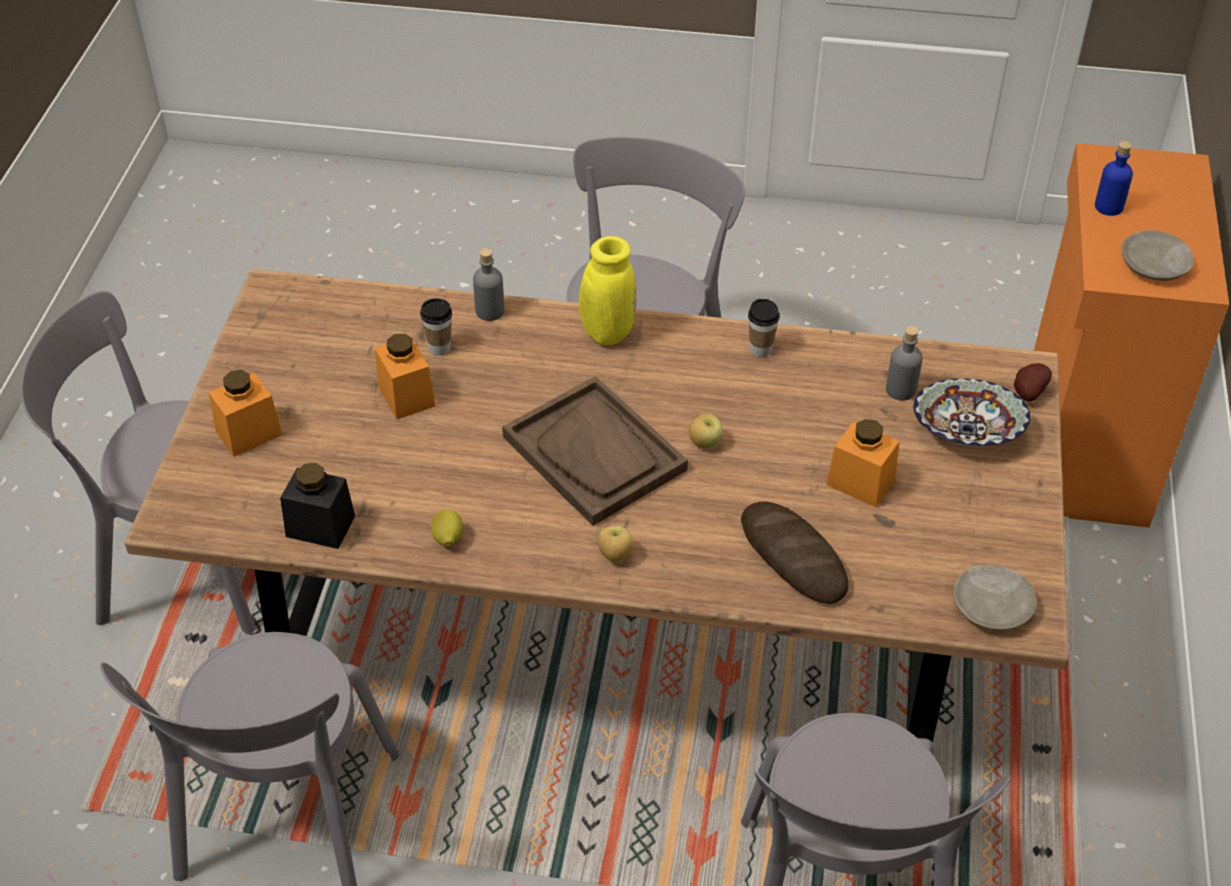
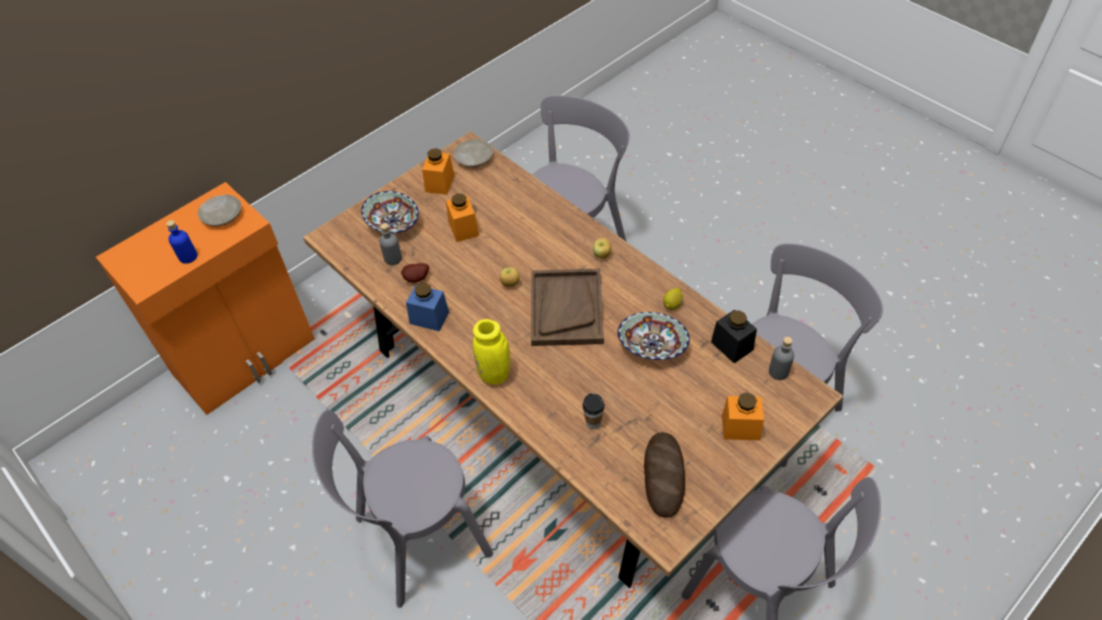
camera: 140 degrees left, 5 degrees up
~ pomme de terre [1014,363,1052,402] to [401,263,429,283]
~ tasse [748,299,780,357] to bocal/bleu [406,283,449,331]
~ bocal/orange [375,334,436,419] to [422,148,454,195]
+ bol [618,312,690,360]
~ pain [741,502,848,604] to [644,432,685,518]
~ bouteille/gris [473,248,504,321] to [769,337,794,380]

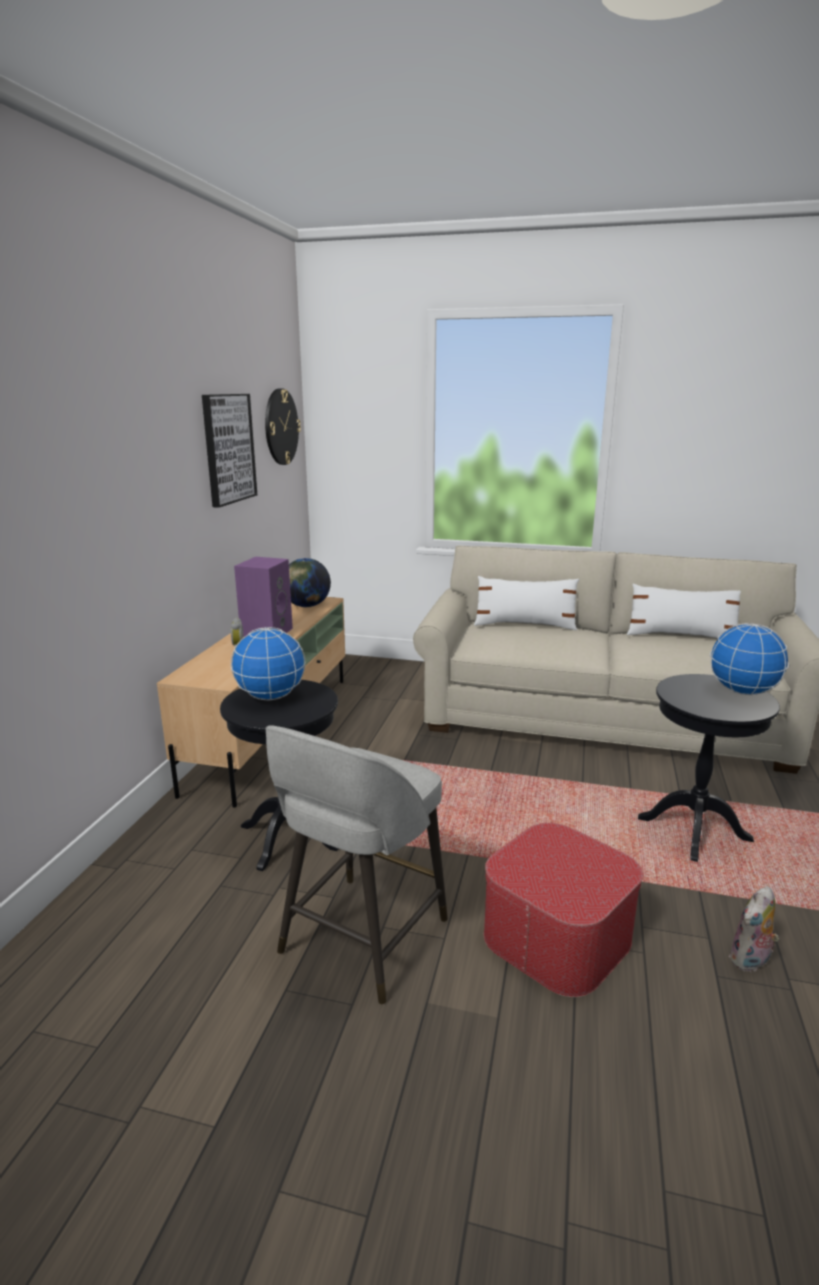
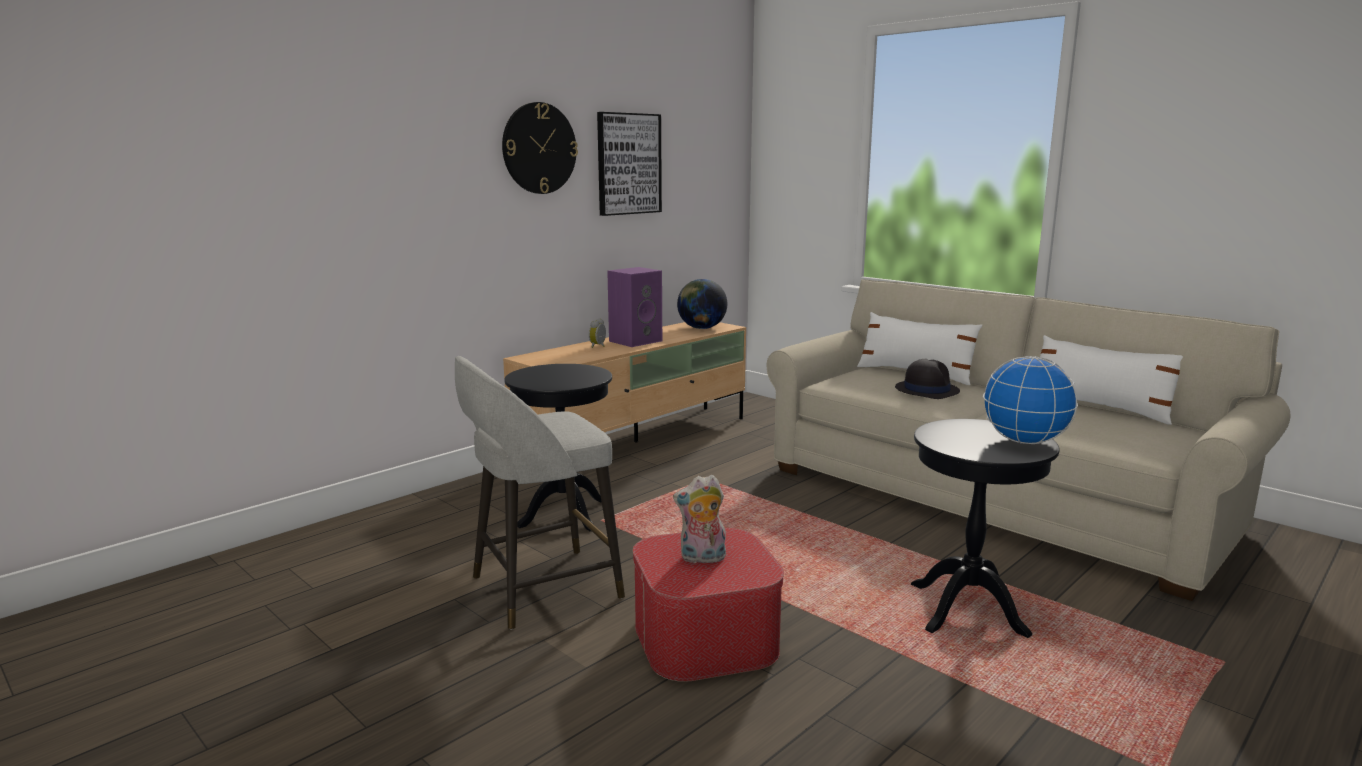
camera: 30 degrees right, 5 degrees down
~ horloge murale [265,388,301,465] to [502,102,578,194]
~ peluche [729,886,779,972] to [673,475,726,564]
+ chapeau/noir [895,359,960,399]
- globe [231,627,305,700]

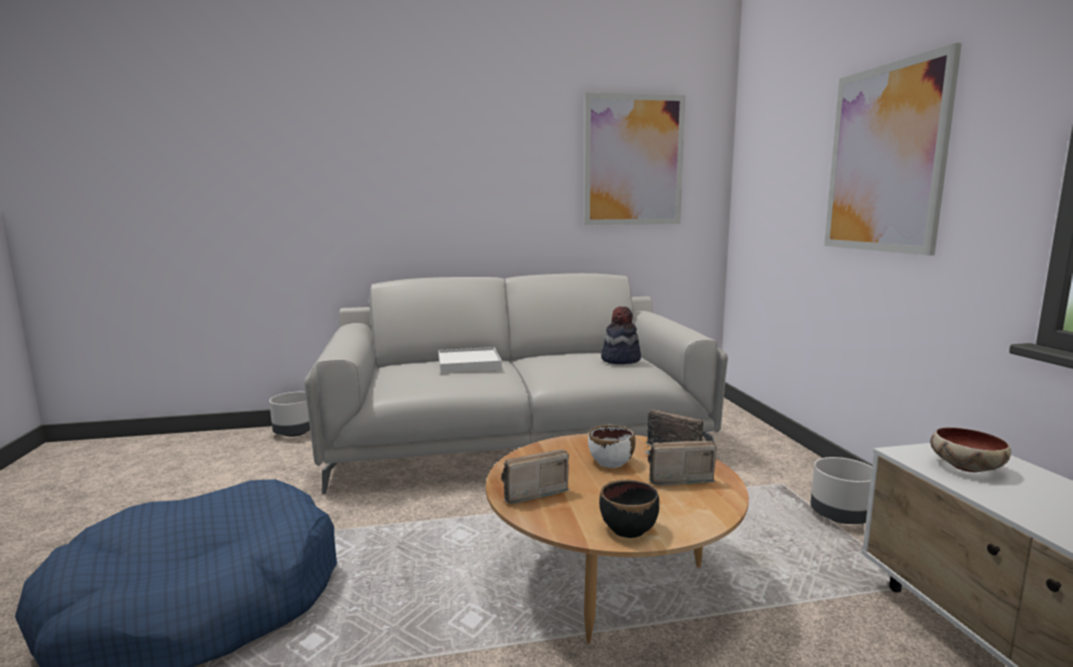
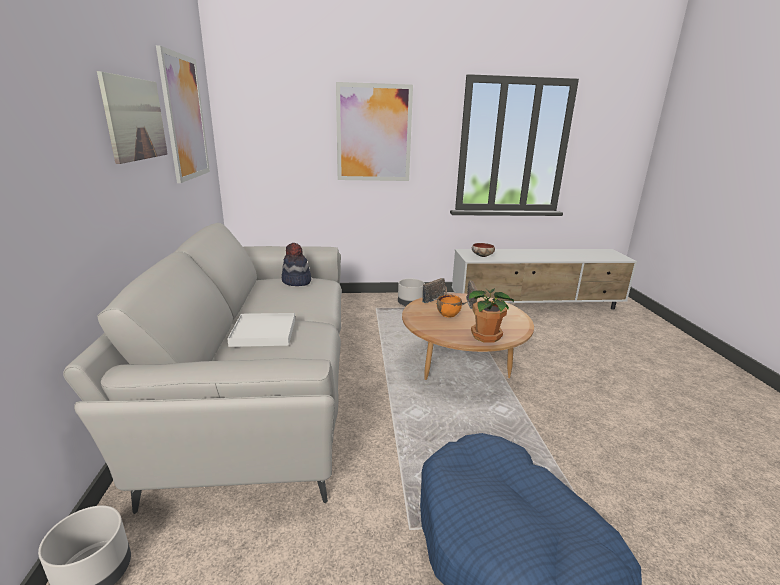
camera: 85 degrees left, 10 degrees up
+ tableau [97,71,168,164]
~ bol/blanc [588,425,636,468] to bol/orange [437,294,462,318]
~ radio [501,449,570,504] to plante en pot [469,288,514,343]
- bol/noir [599,480,659,538]

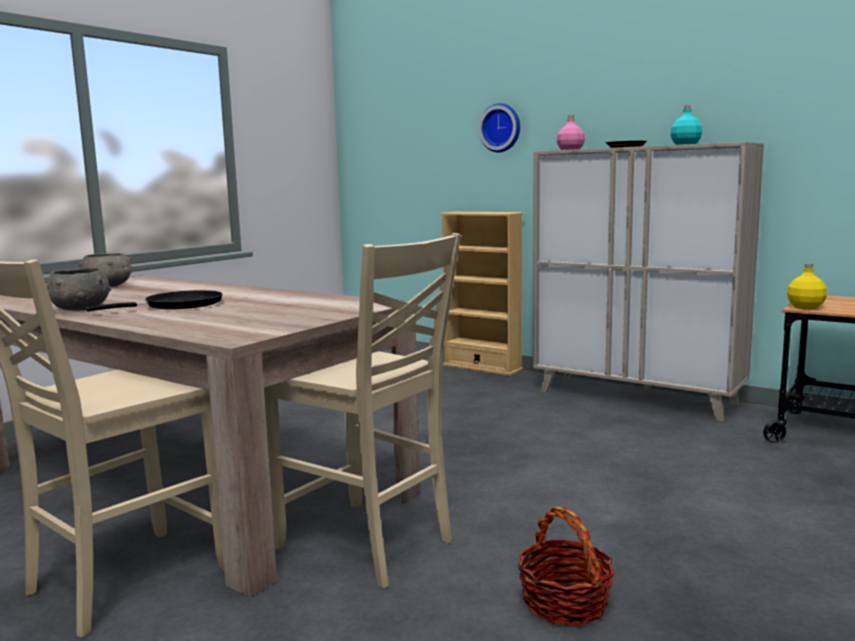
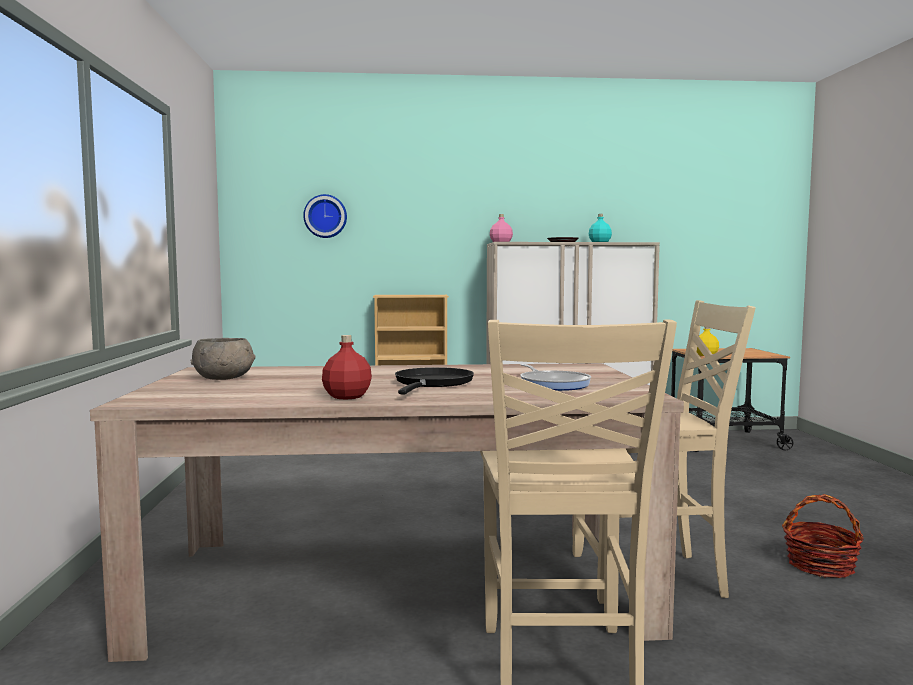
camera: 40 degrees left, 5 degrees down
~ horloge murale [479,103,520,152] to [303,194,347,238]
~ bol/gris [46,268,111,311] to bouteille/rouge [322,335,372,399]
+ poêle [520,364,591,391]

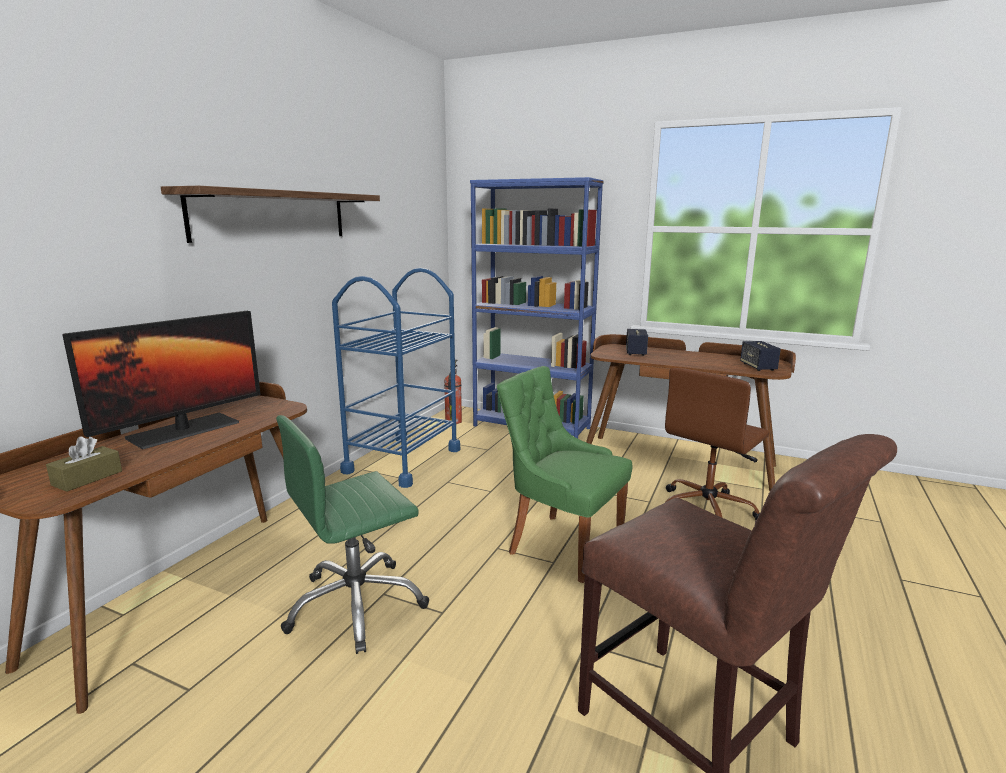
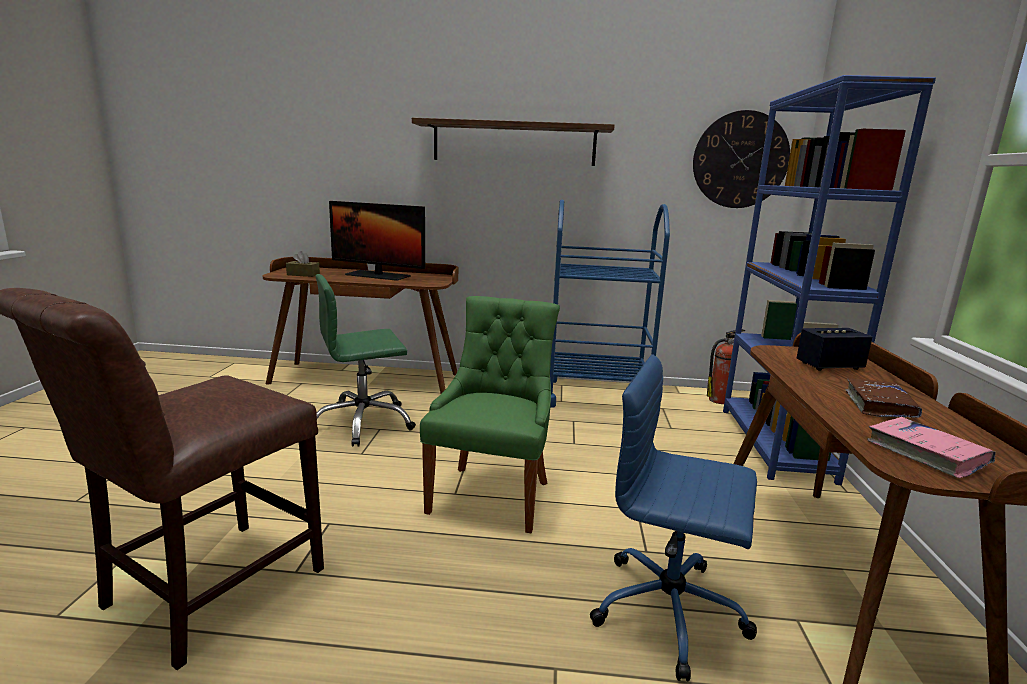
camera: 70 degrees right, 0 degrees up
~ chaise de bureau/vert [276,415,429,654] = [316,274,416,447] 60 degrees counterclockwise
~ chaise de bureau/marron [665,368,769,520] to chaise de bureau/bleu [590,354,757,682]
+ horloge murale [693,110,790,208]
+ livre/marron [845,378,922,418]
~ enceinte [740,341,781,371] to livre/rose [867,417,996,478]

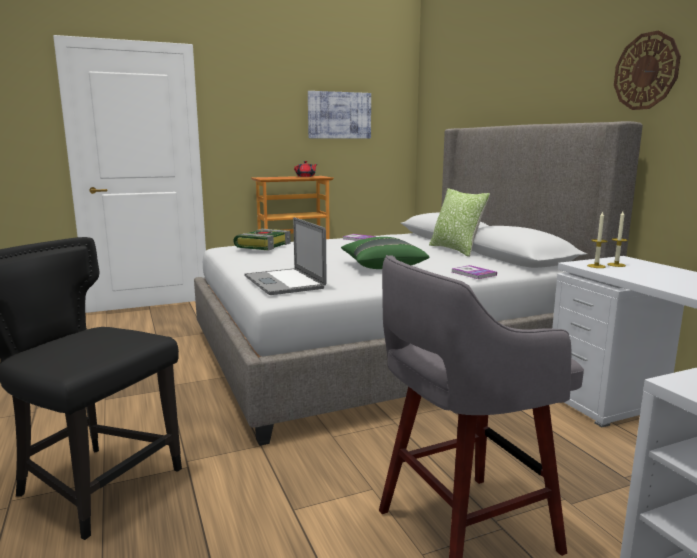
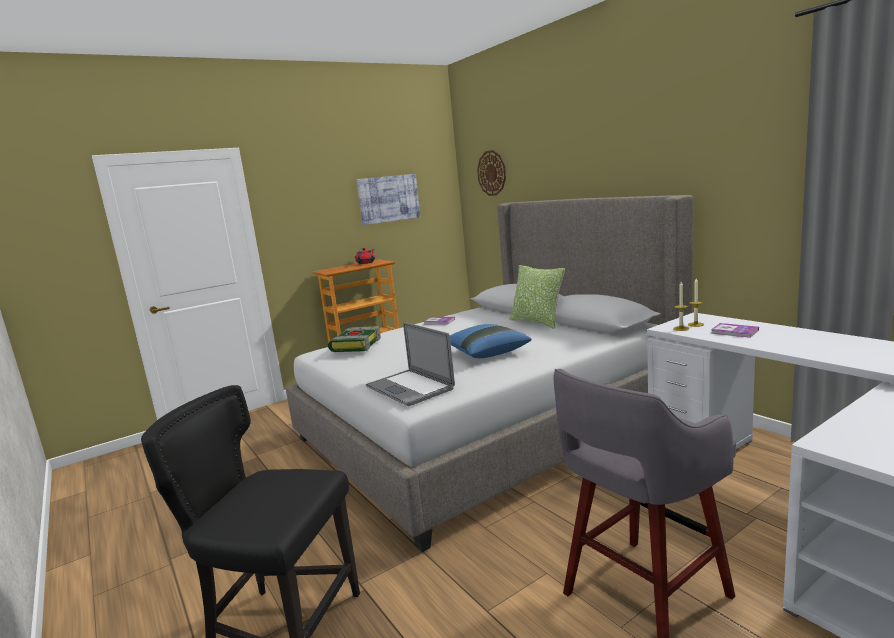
camera: 10 degrees left, 0 degrees up
~ coussin/vert [341,237,429,269] to coussin/bleu [450,324,532,358]
~ horloge murale [614,30,681,110] to [477,150,506,196]
~ livre [452,265,497,279] to [711,323,759,338]

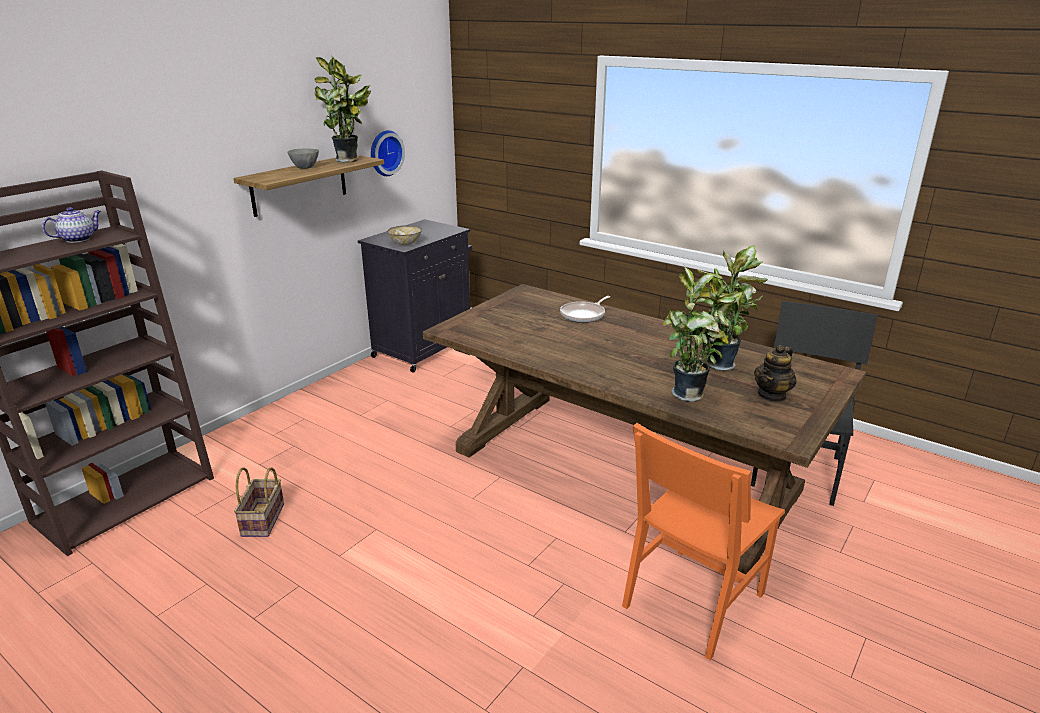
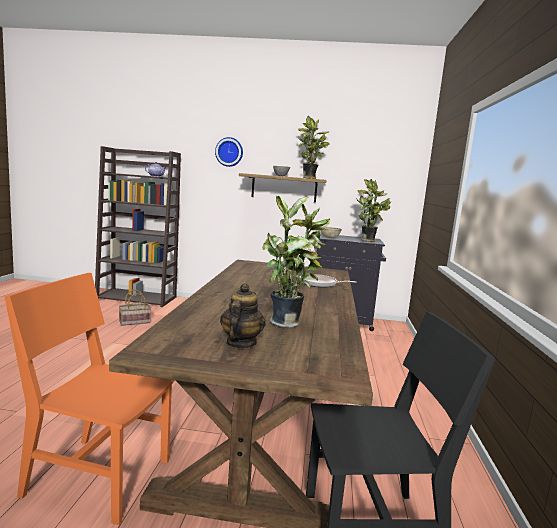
camera: 60 degrees right, 15 degrees down
~ horloge murale [371,130,405,176] to [215,137,243,167]
~ théière [754,345,796,402] = [220,283,266,348] 90 degrees clockwise
~ plante en pot [663,265,742,402] to [356,179,391,242]

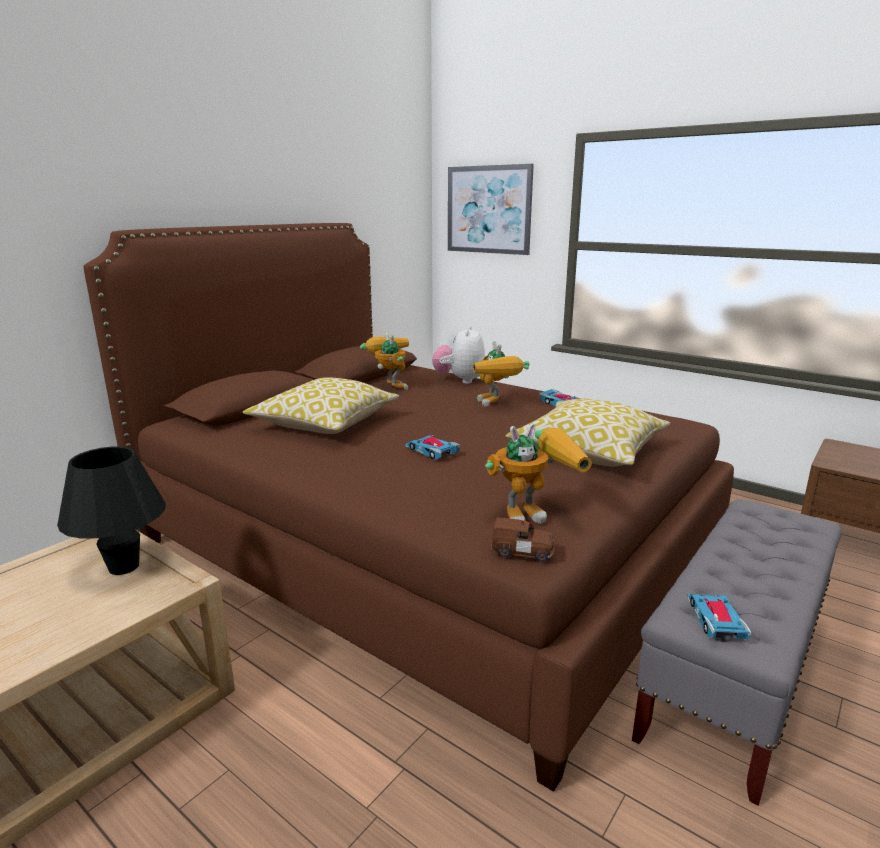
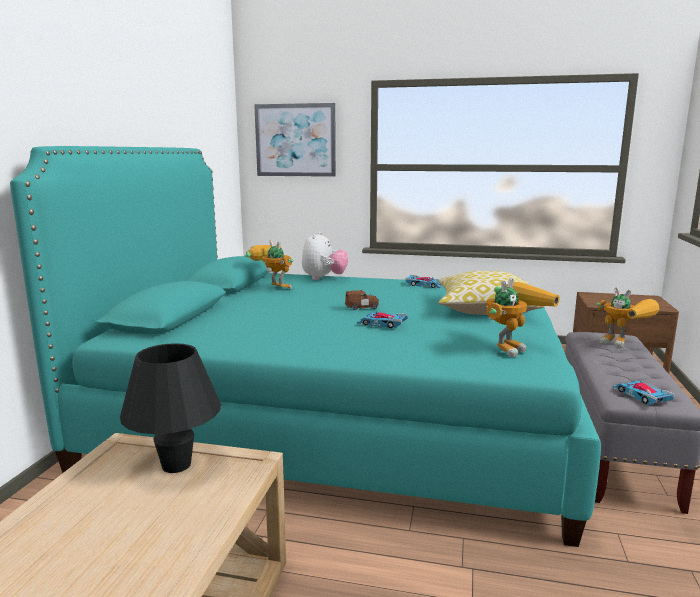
camera: 25 degrees left, 5 degrees down
~ lit/marron [83,223,734,792] to lit/turquoise [10,146,601,547]
~ peluche [432,326,485,384] = [302,232,348,280] 150 degrees counterclockwise
~ petite voiture/marron [491,518,554,562] to [345,289,379,310]
~ robot jouet [473,341,529,406] to [596,287,659,348]
- coussin [243,377,399,434]

